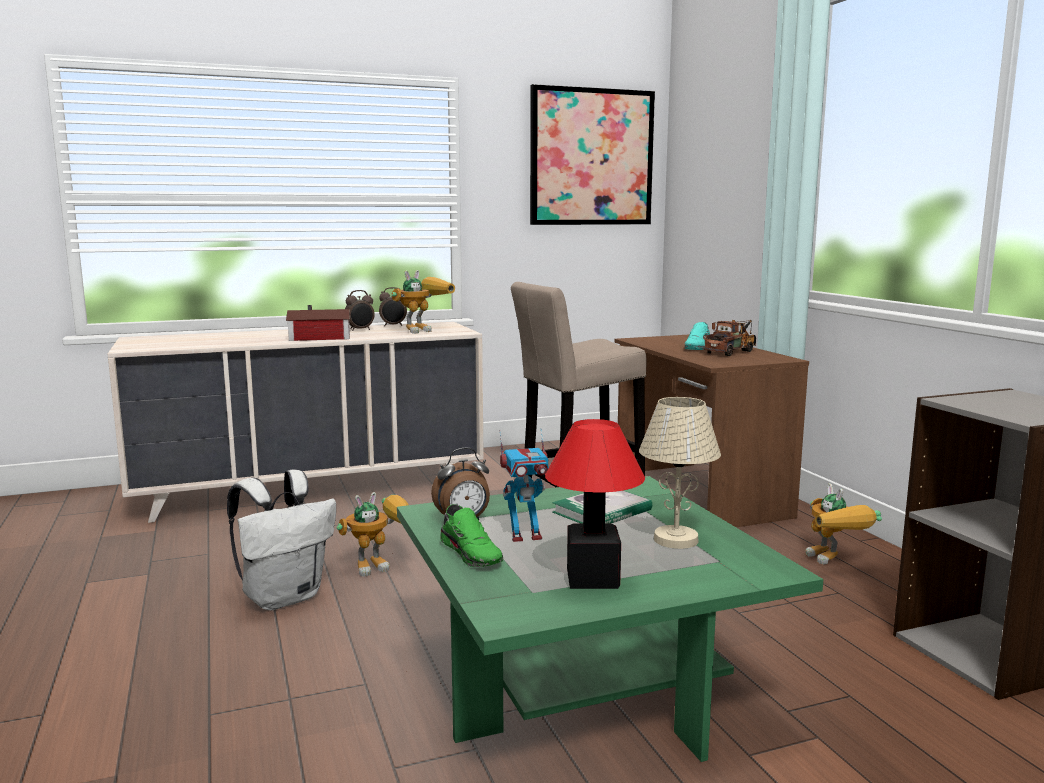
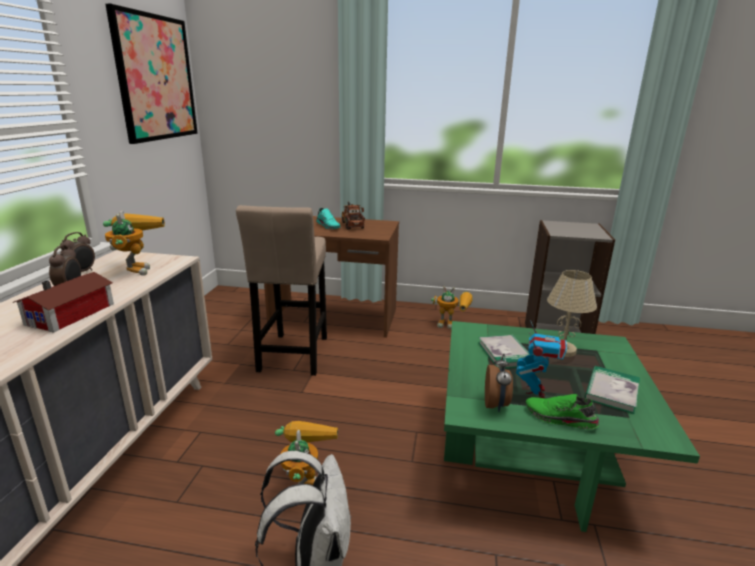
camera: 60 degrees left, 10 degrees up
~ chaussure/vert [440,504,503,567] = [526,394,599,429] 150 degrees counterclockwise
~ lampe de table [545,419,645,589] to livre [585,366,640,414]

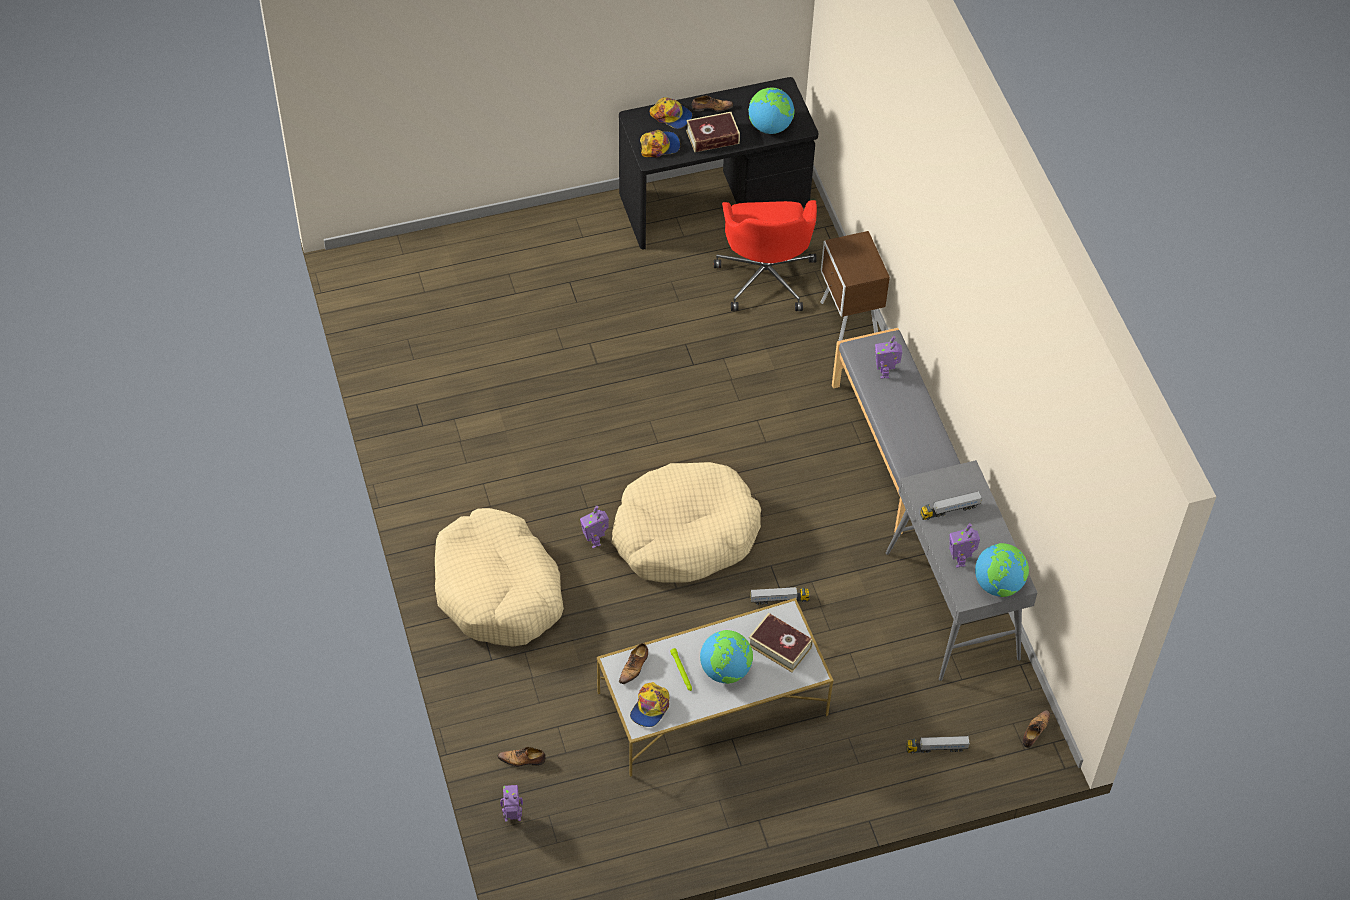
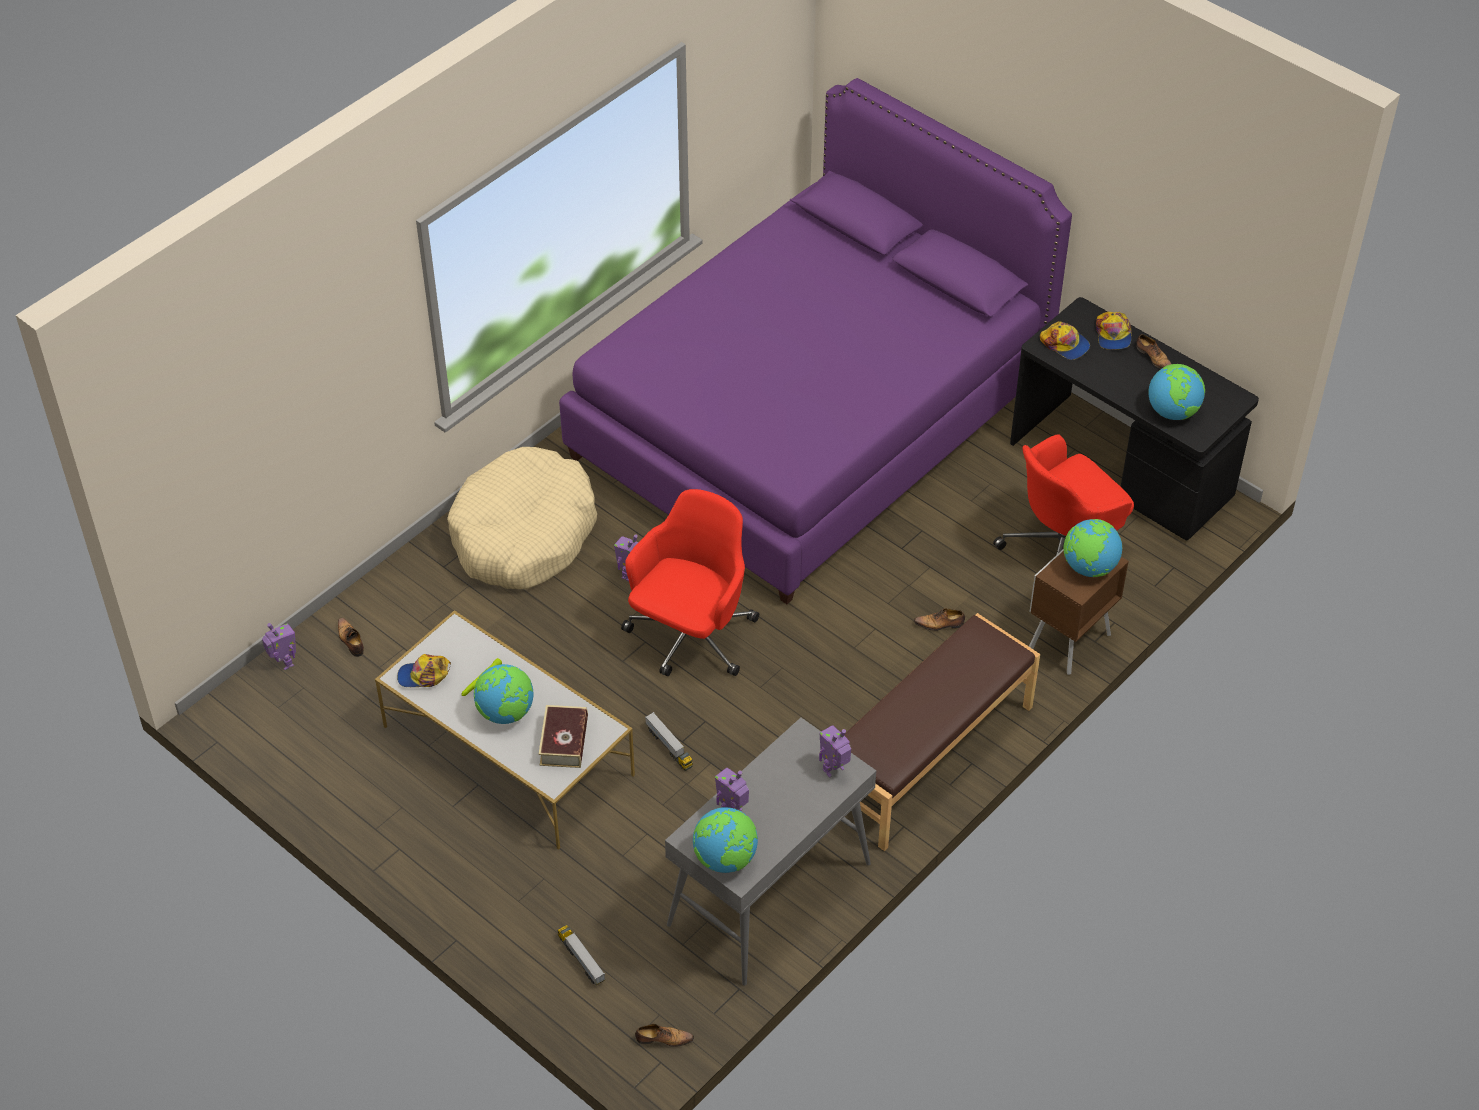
camera: 60 degrees right, 5 degrees down
+ lit/violet [559,78,1072,604]
~ panier pour chien/beige [612,462,761,583] to chaise de bureau/rouge [621,489,759,676]
~ robot jouet [875,336,902,378] to [819,725,851,777]
~ banc/gris [832,328,960,534] to banc/marron [844,613,1040,851]
~ chaussure [619,643,648,684] to [914,608,965,631]
+ globe [1064,519,1122,577]
- livre [686,112,740,152]
- camion jouet [920,491,982,520]

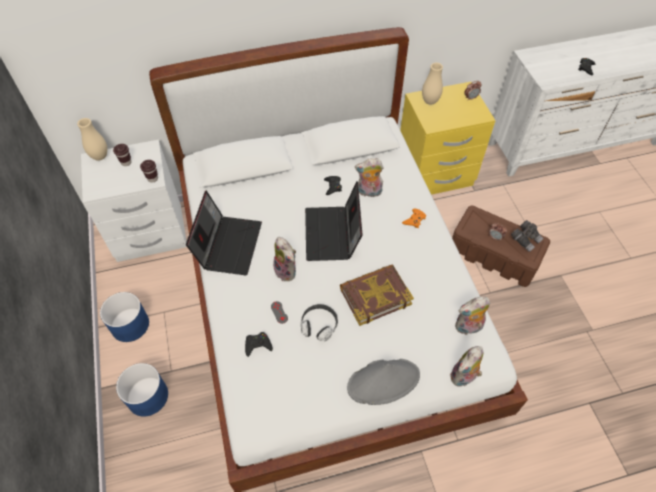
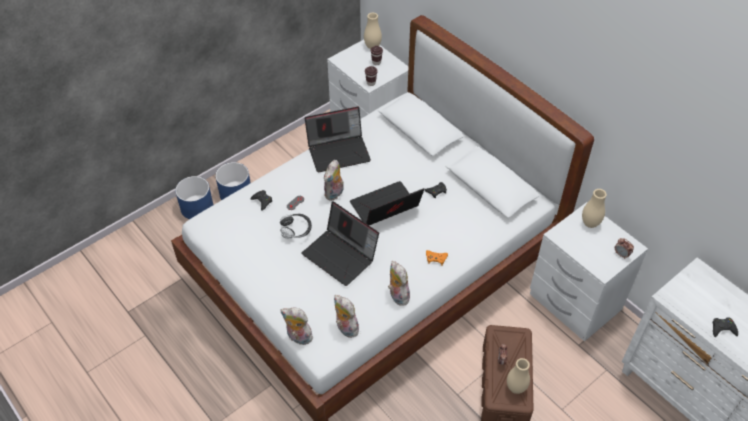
camera: 65 degrees right, 5 degrees down
~ cache-pot/bleu [100,292,149,342] to [175,176,214,219]
~ livre [340,264,414,326] to ordinateur portable [301,201,379,286]
~ peluche [355,158,384,197] to [388,261,410,306]
~ jumelles/gris [511,220,544,252] to vase/beige [507,358,530,394]
~ table de chevet/jaune [400,82,496,195] to table de chevet/blanc [530,202,648,342]
- chapeau/gris [347,359,420,405]

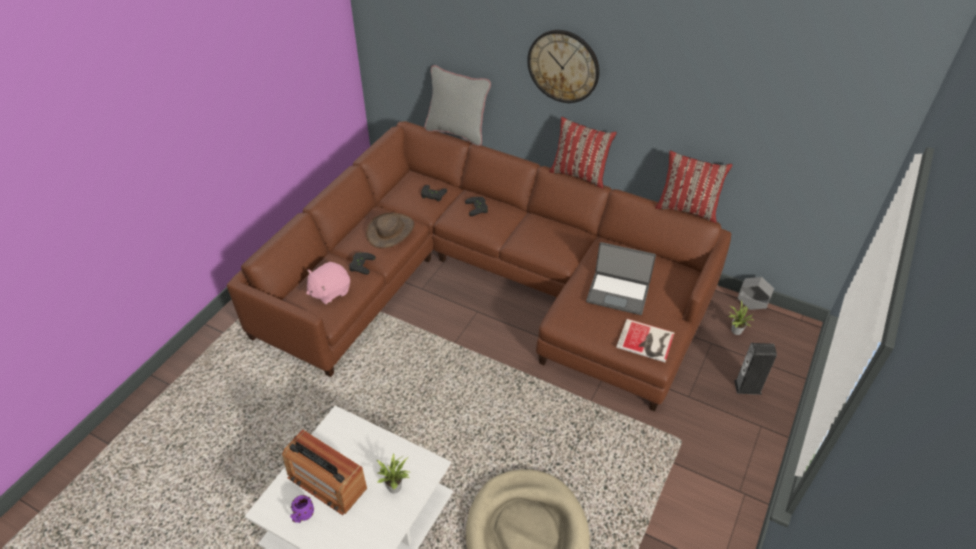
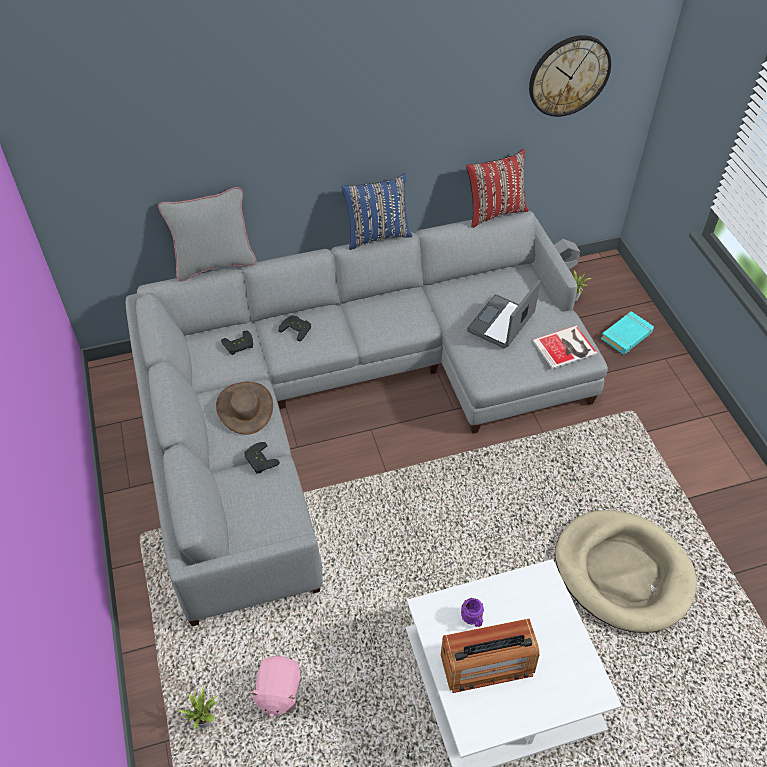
camera: 45 degrees left, 5 degrees up
~ canapé/marron [227,121,731,412] to canapé/gris [126,211,608,626]
~ plante en pot [377,454,409,493] to [178,685,218,729]
~ peluche/rose [306,262,350,305] to [250,656,300,718]
~ coussin/rouge [549,117,617,189] to coussin/bleu [341,173,412,250]
~ mug/violet [290,495,314,523] to [461,598,484,627]
~ ordinateur portable [586,242,656,315] = [467,280,541,349] 150 degrees clockwise
~ horloge murale [527,30,599,103] to [529,35,611,117]
~ enceinte [734,343,777,395] to livre/turquoise [601,311,654,355]

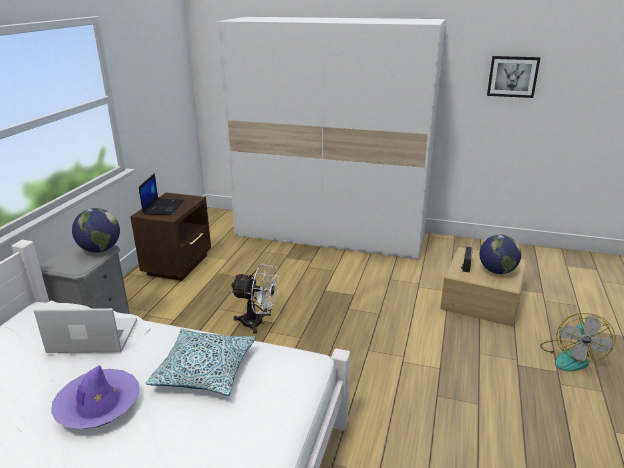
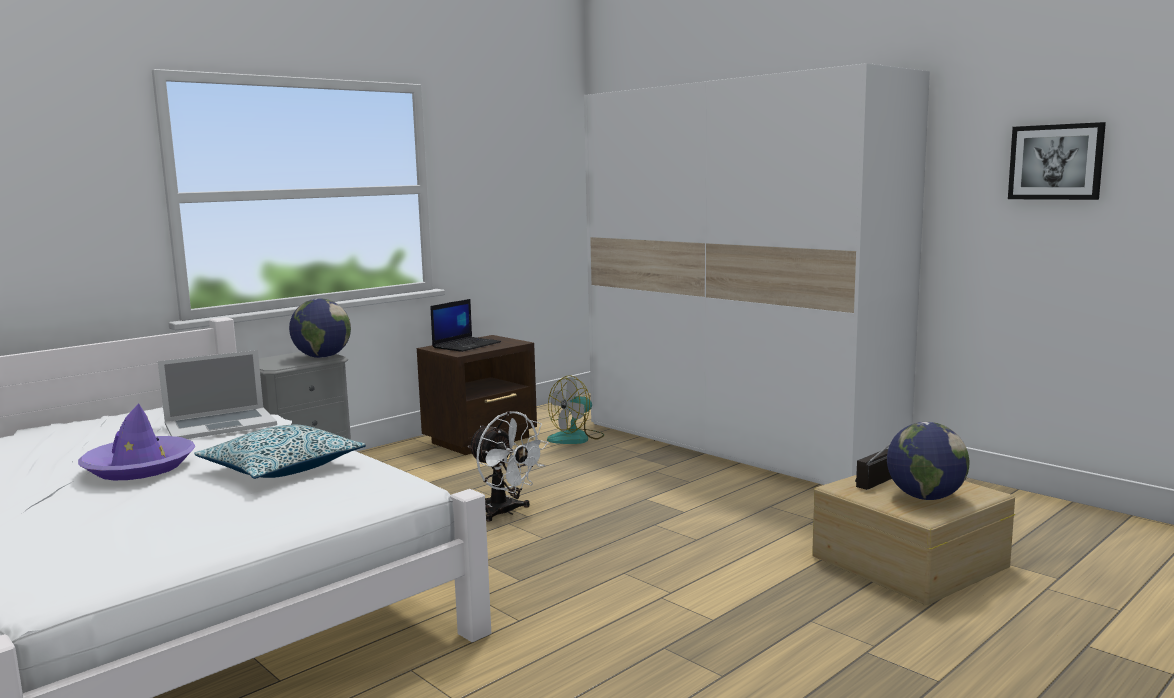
camera: 30 degrees right, 15 degrees down
~ ordinateur portable [33,308,137,353] = [158,350,277,439] 120 degrees clockwise
~ ventilateur [540,313,616,372] to [547,375,604,444]

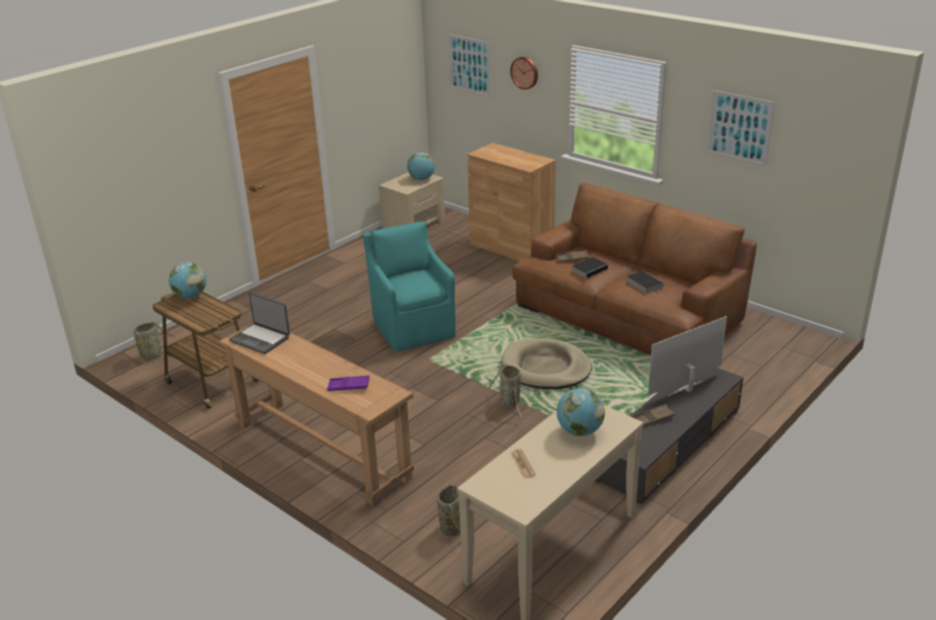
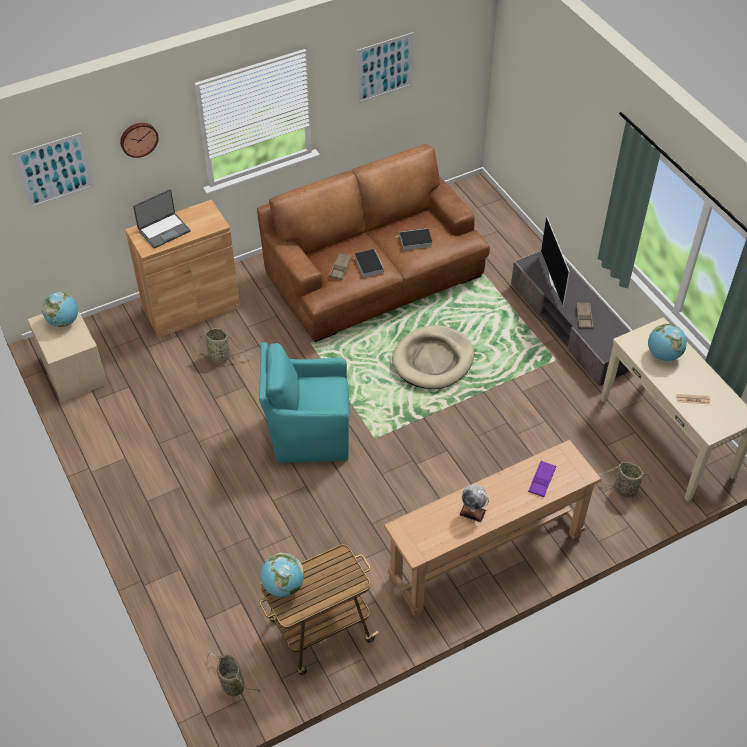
camera: 70 degrees left, 20 degrees up
~ ordinateur portable [229,292,290,354] to [133,189,191,248]
~ panier [488,364,525,419] to [196,328,252,363]
+ globe [459,484,489,522]

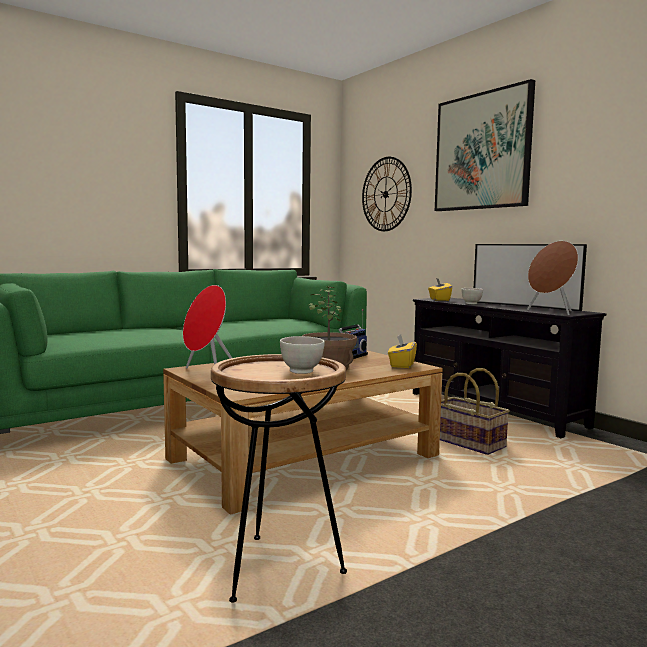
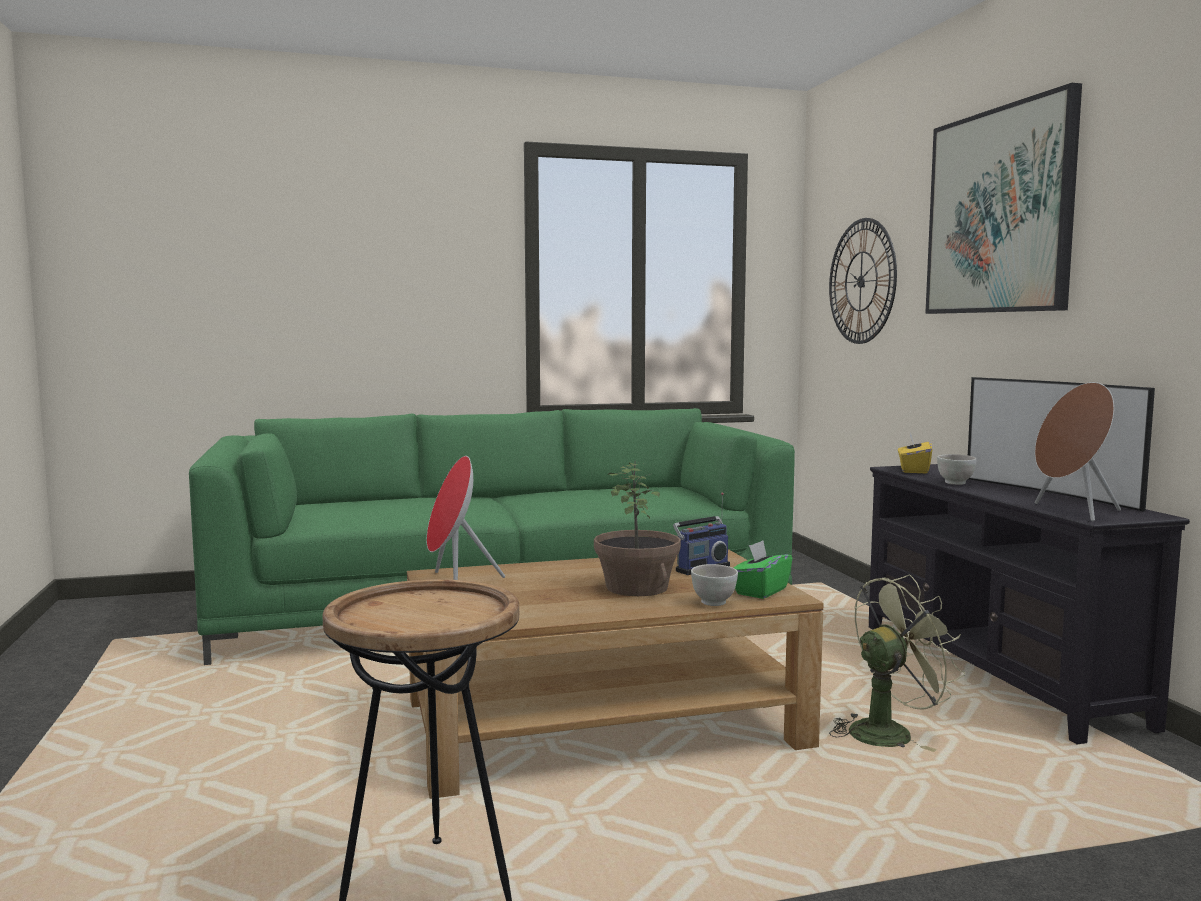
camera: 20 degrees right, 0 degrees up
~ bol/blanc [280,336,325,374] to [691,564,738,606]
~ boîte à mouchoirs/jaune [388,335,417,368] to boîte à mouchoirs/vert [733,540,793,599]
~ panier [440,368,510,455] to ventilateur/vert [829,575,965,752]

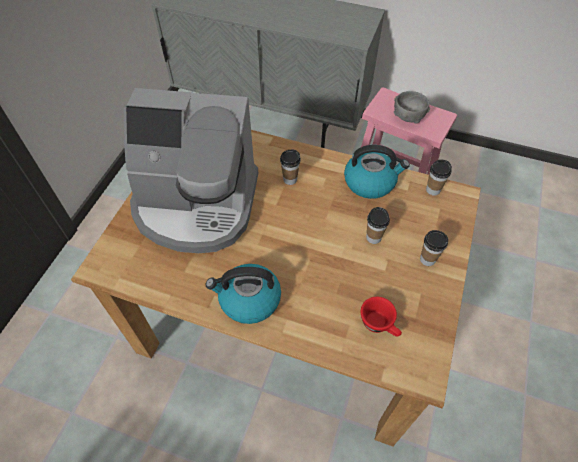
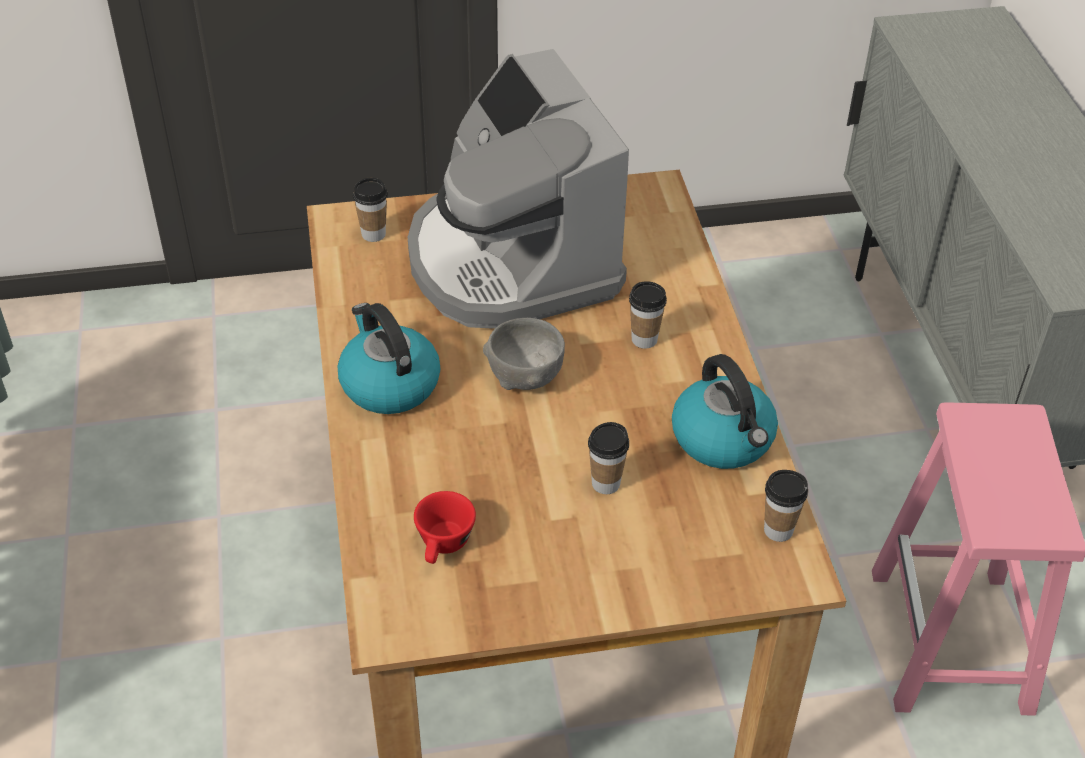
camera: 60 degrees right, 10 degrees down
~ tasse [420,230,448,266] to [353,178,388,242]
~ bol/gris [394,91,430,124] to [483,318,565,390]

